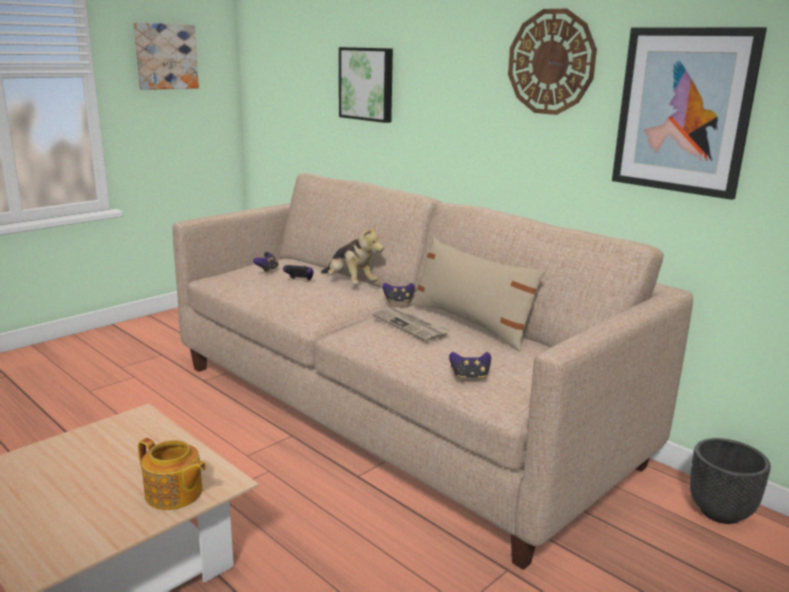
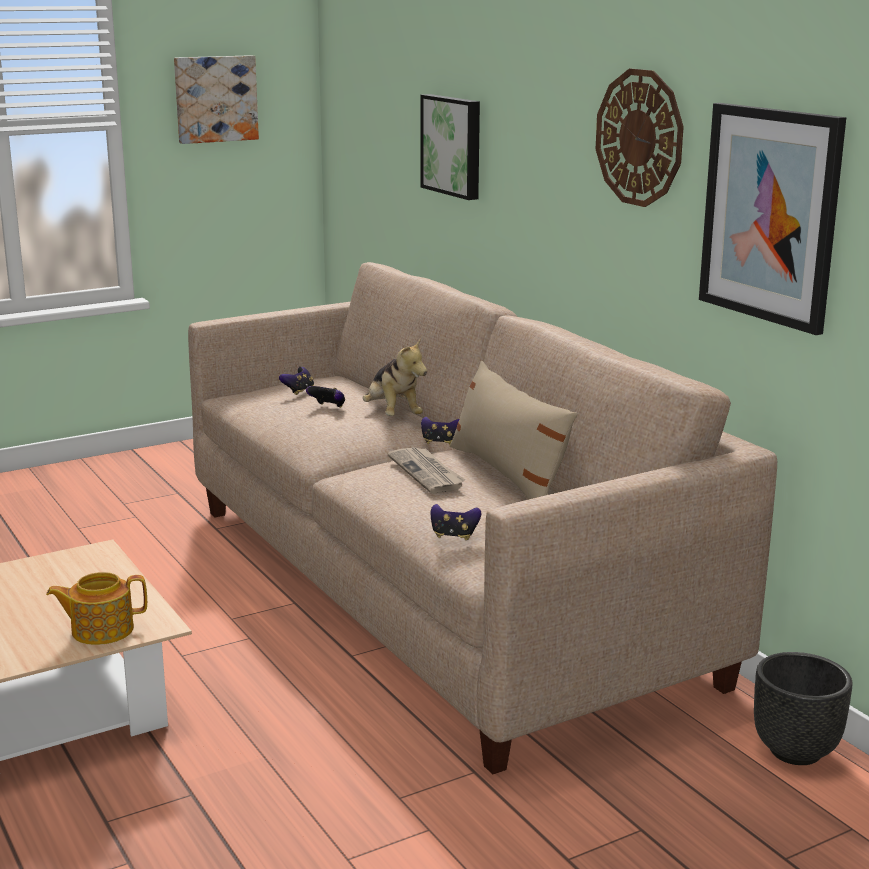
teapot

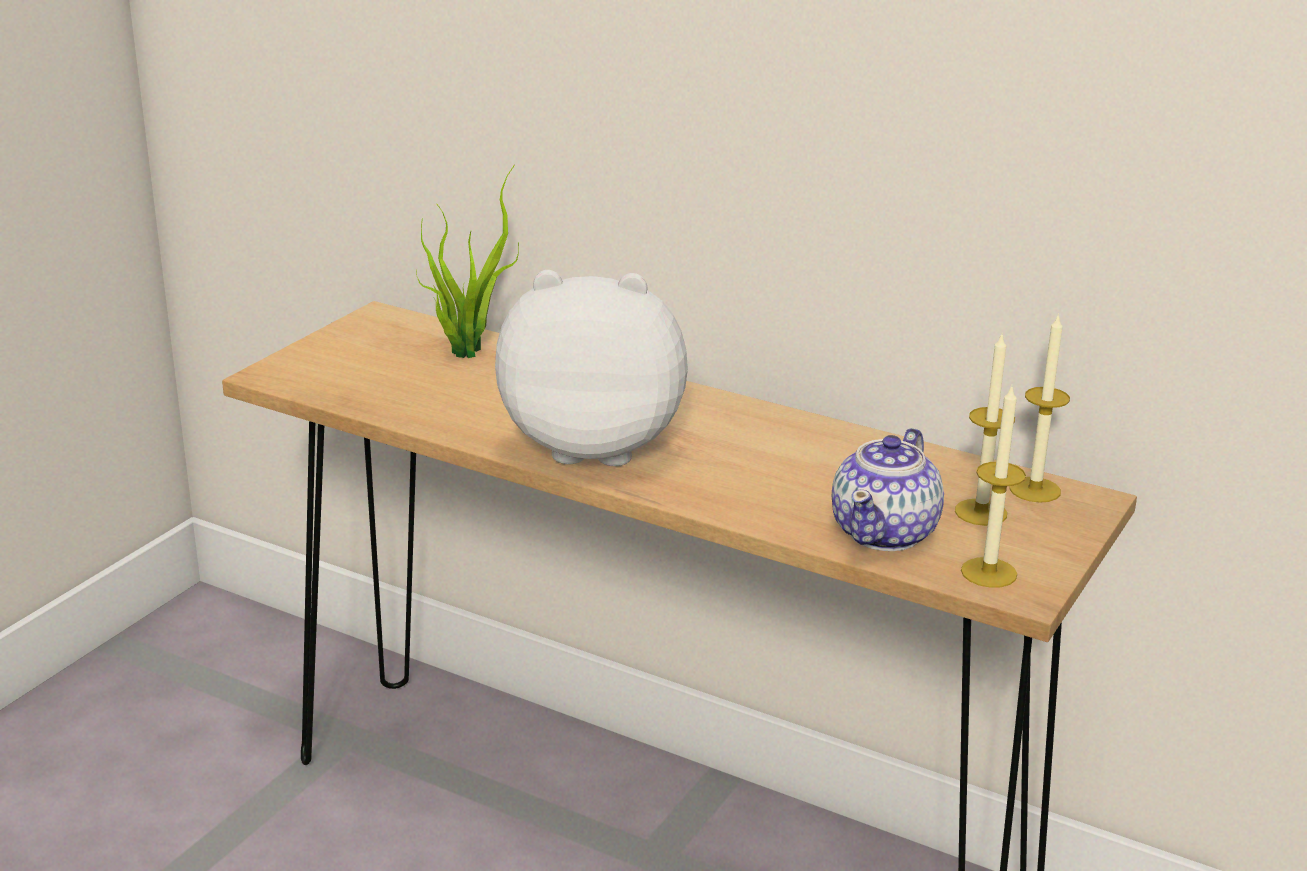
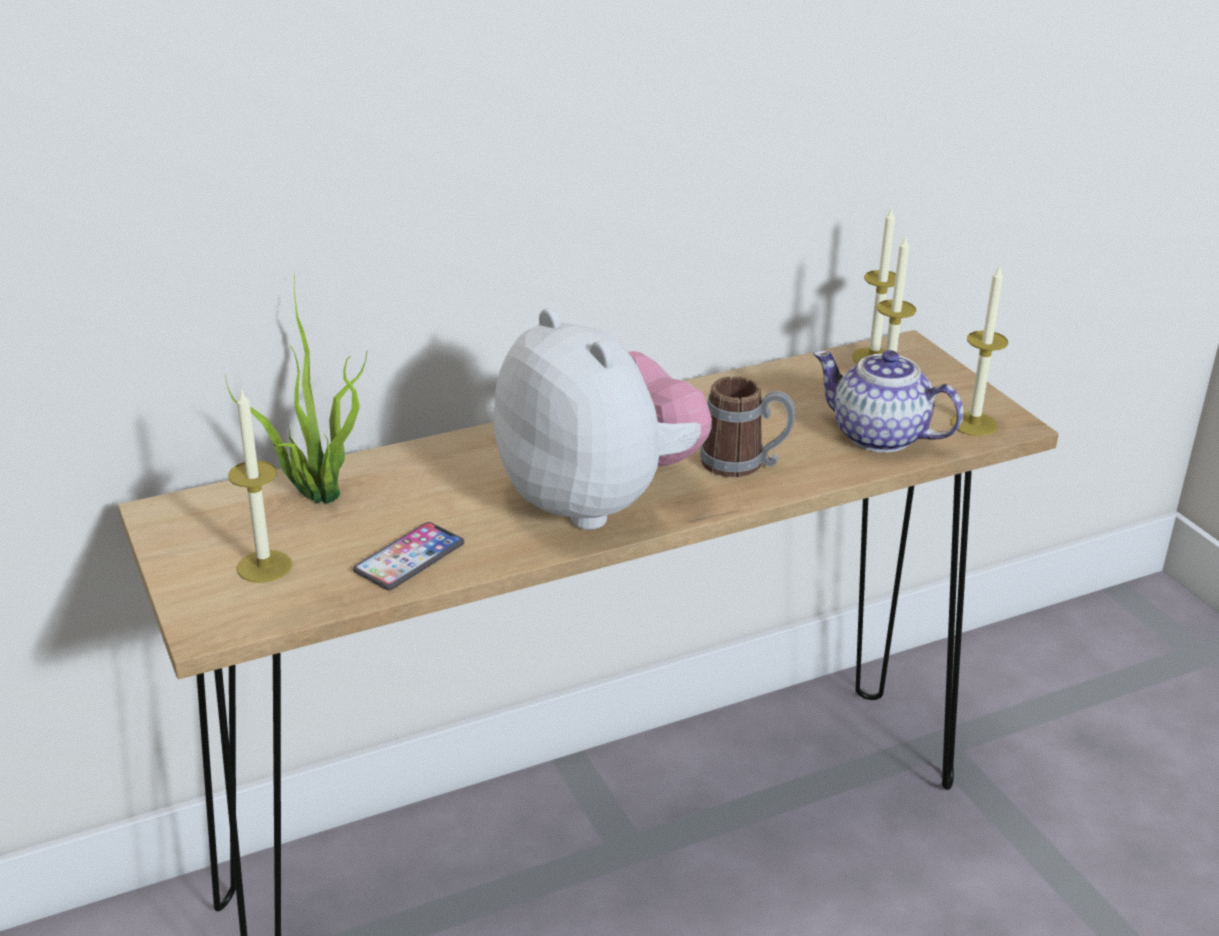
cuddly toy; teapot; tea mug; candle (1st from left); phone

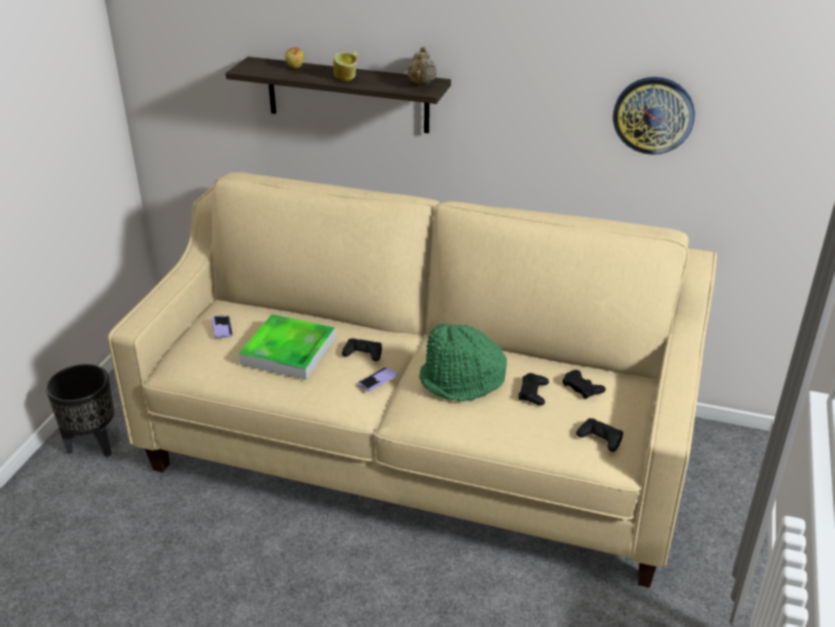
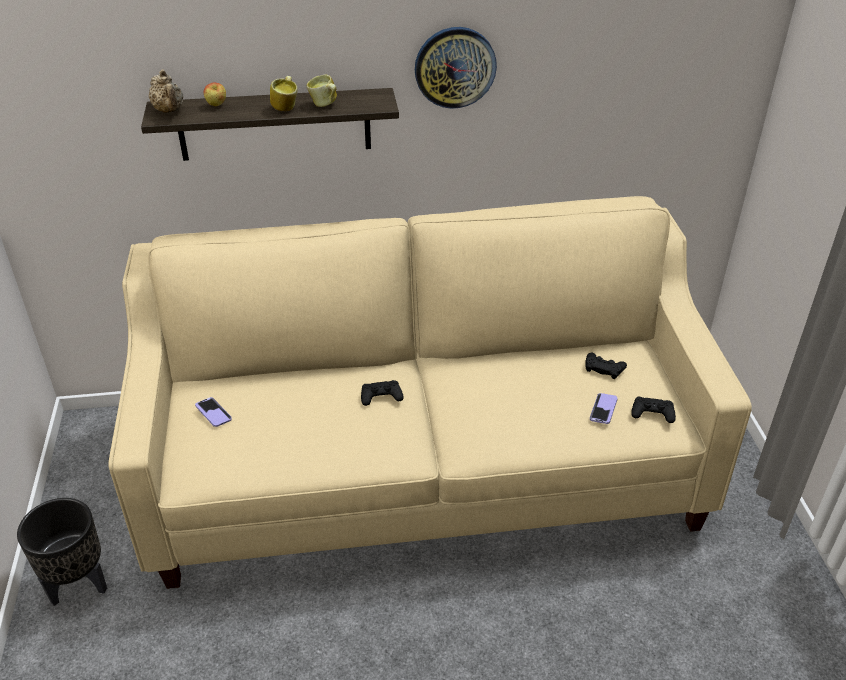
beige teapot; wall clock; serving tray; greenish wearable hat; phone (2nd from left); blackish game controller (2nd from left in the first image); tea mug (2nd from left)

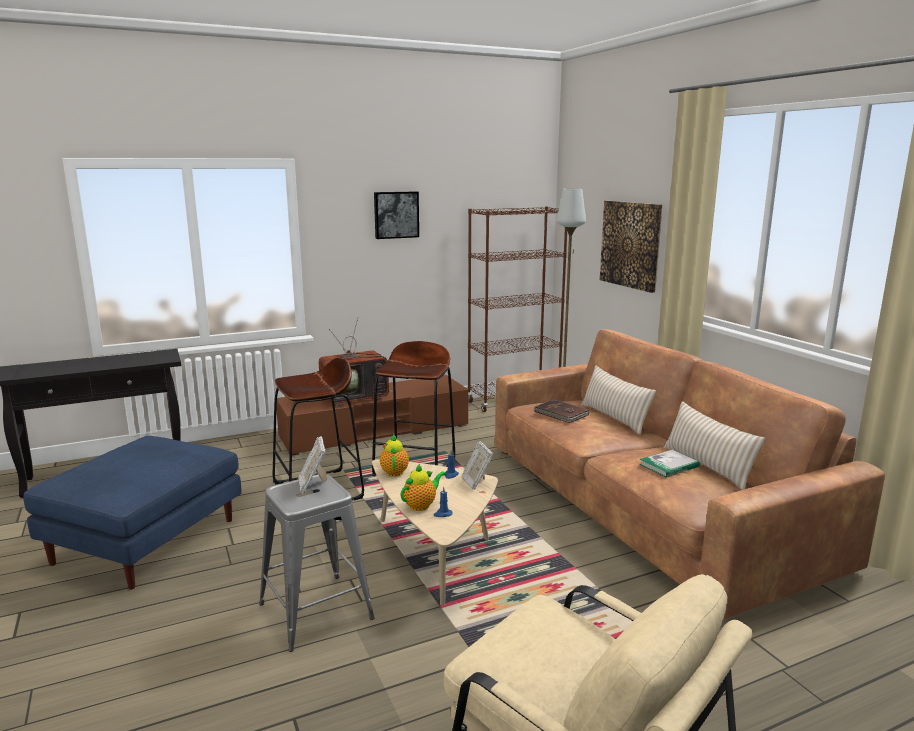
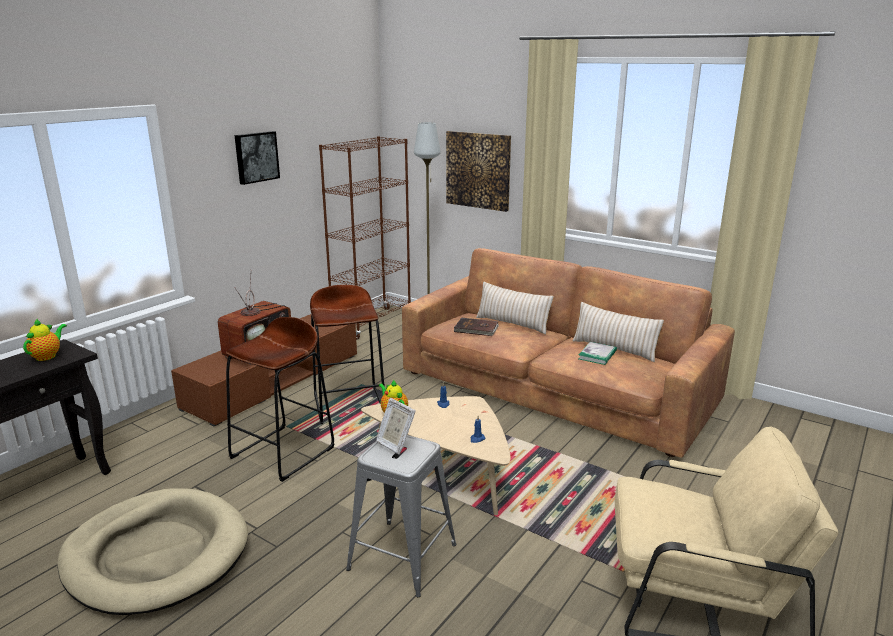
beige dog cushion; picture frame (2nd from left in the first image); teapot (1st from left)

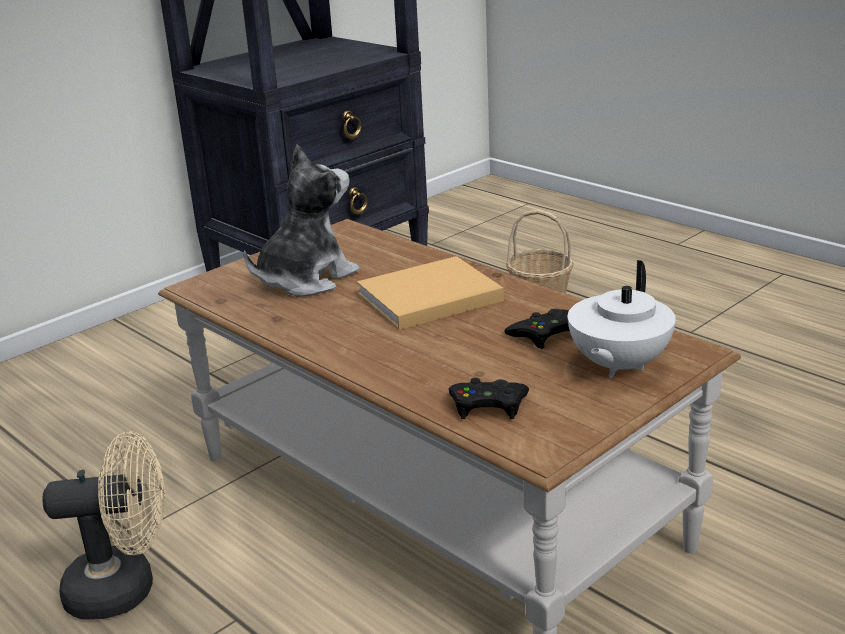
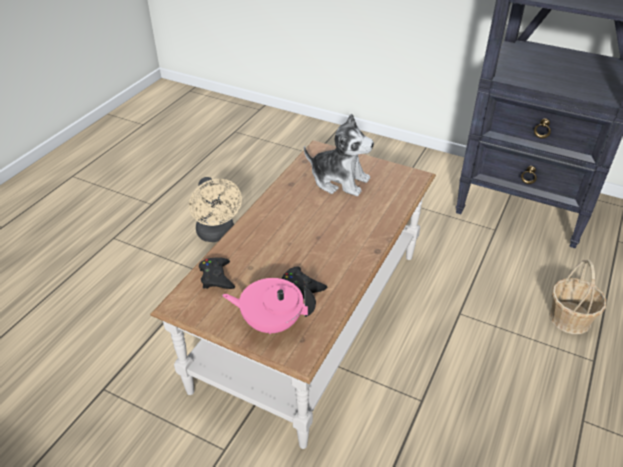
beige volume; pink teapot

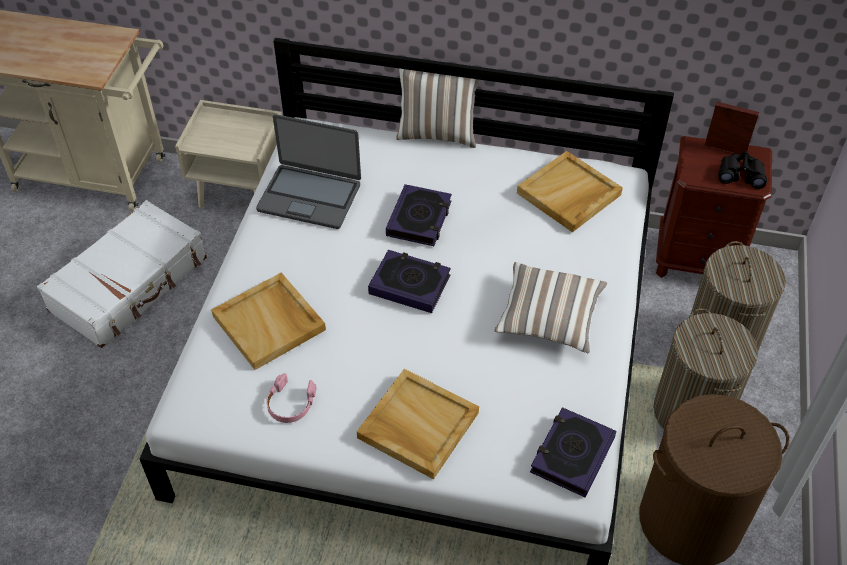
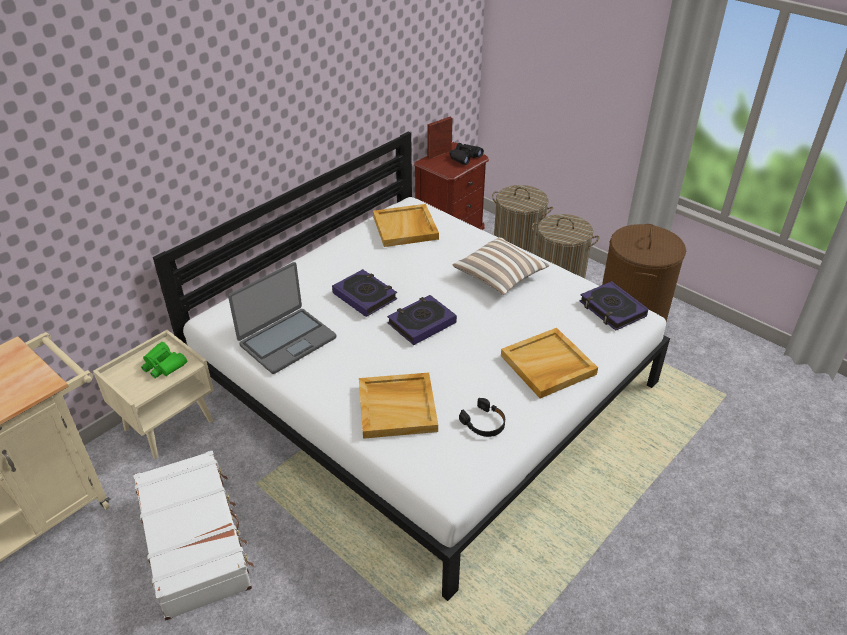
cushion (1st from left in the first image); blackish headphones; greenish pair of binoculars

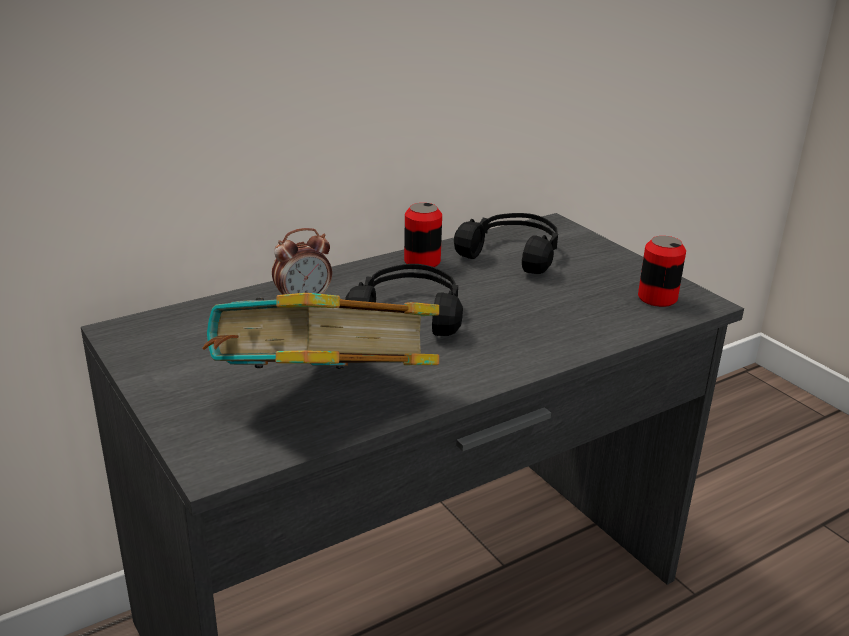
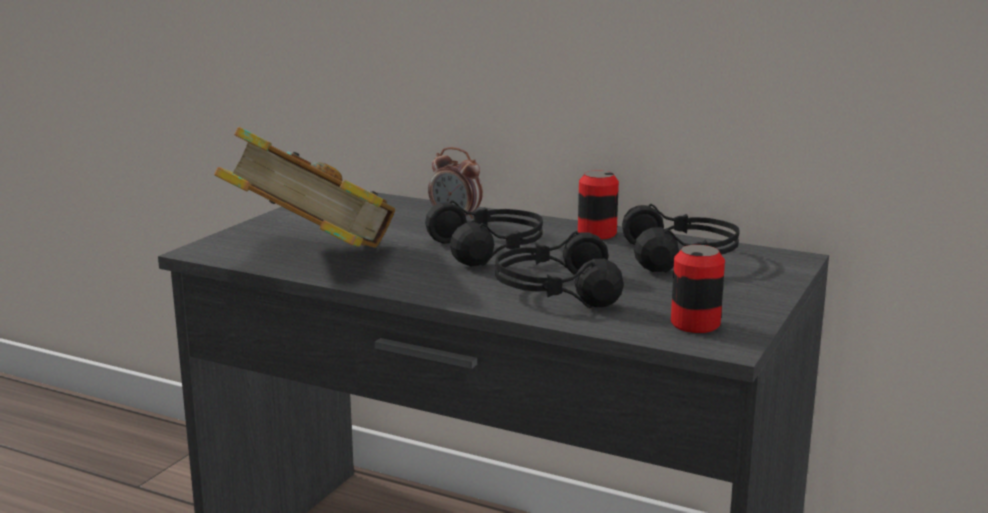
blackish headphones (2nd from left)

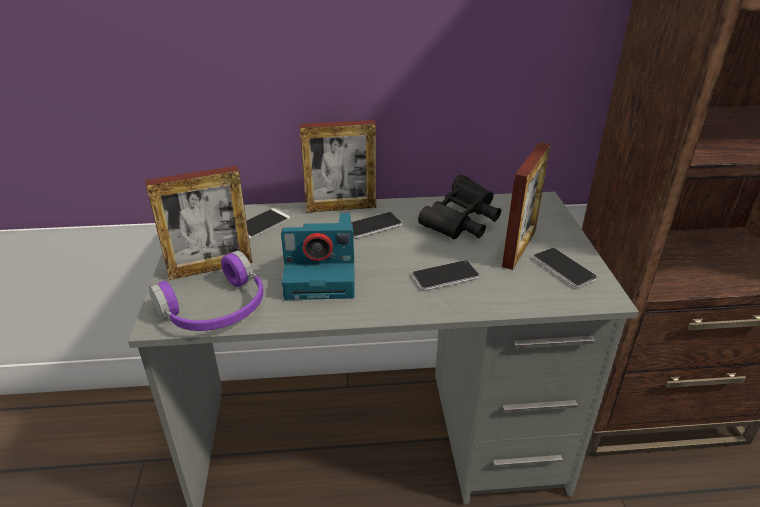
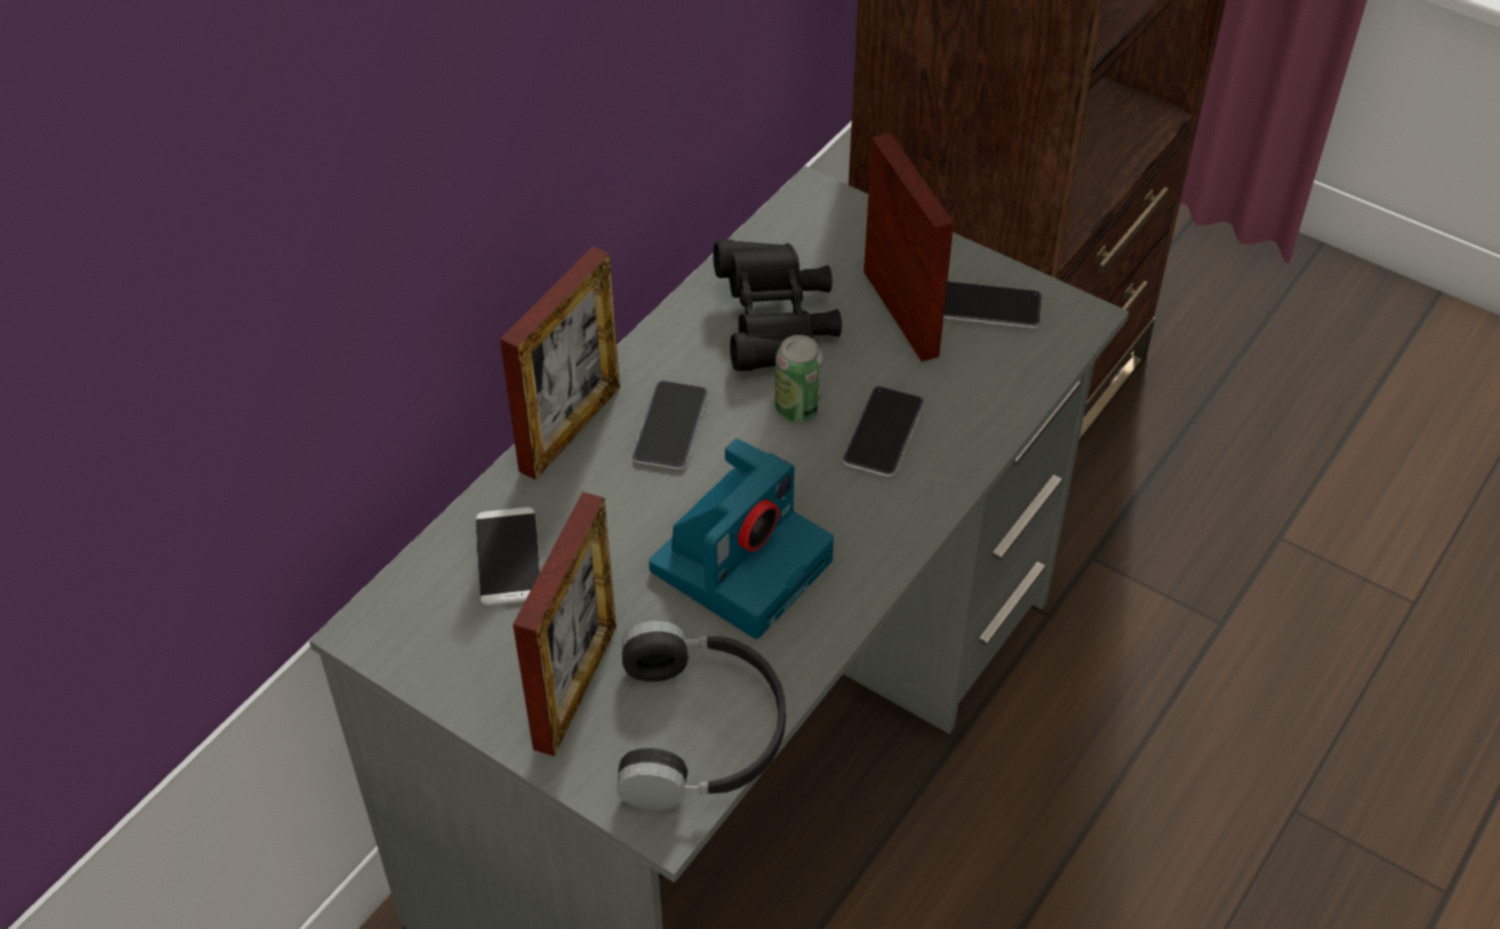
blackish headphones; can

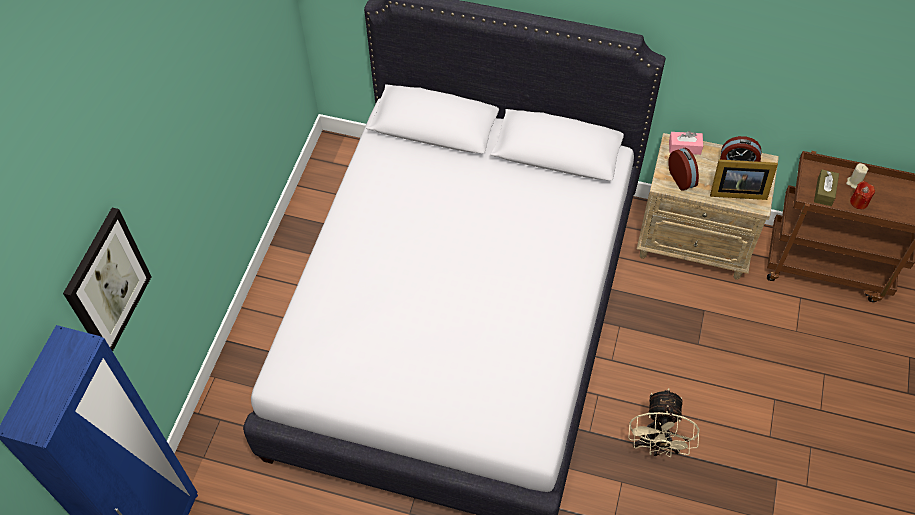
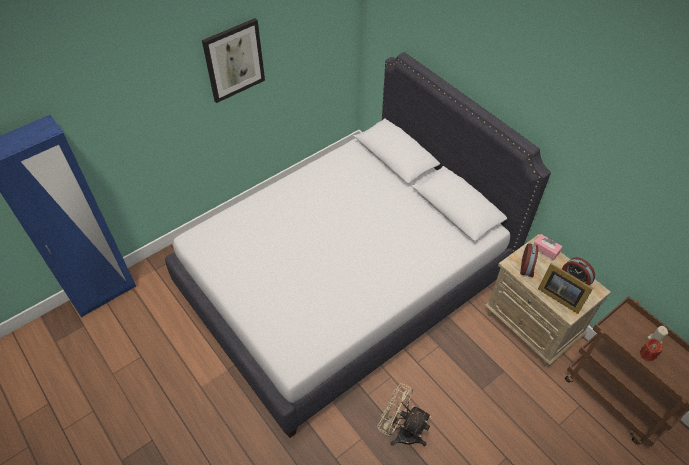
brown box of tissues; picture; beige fan

